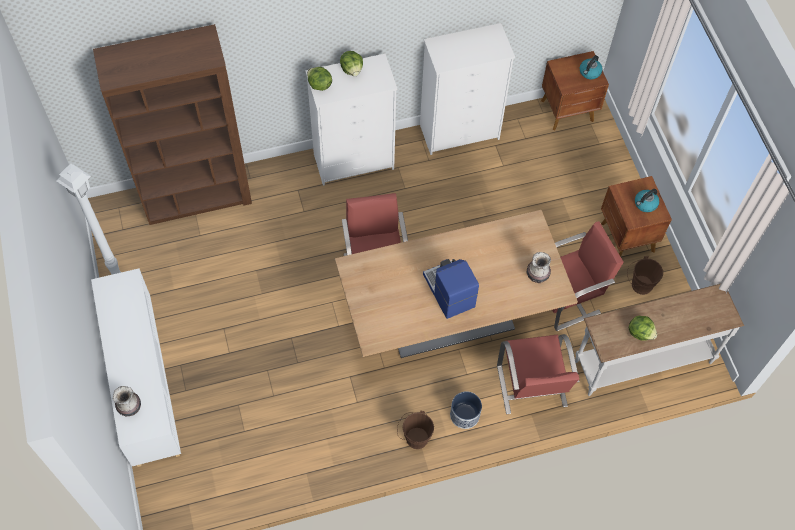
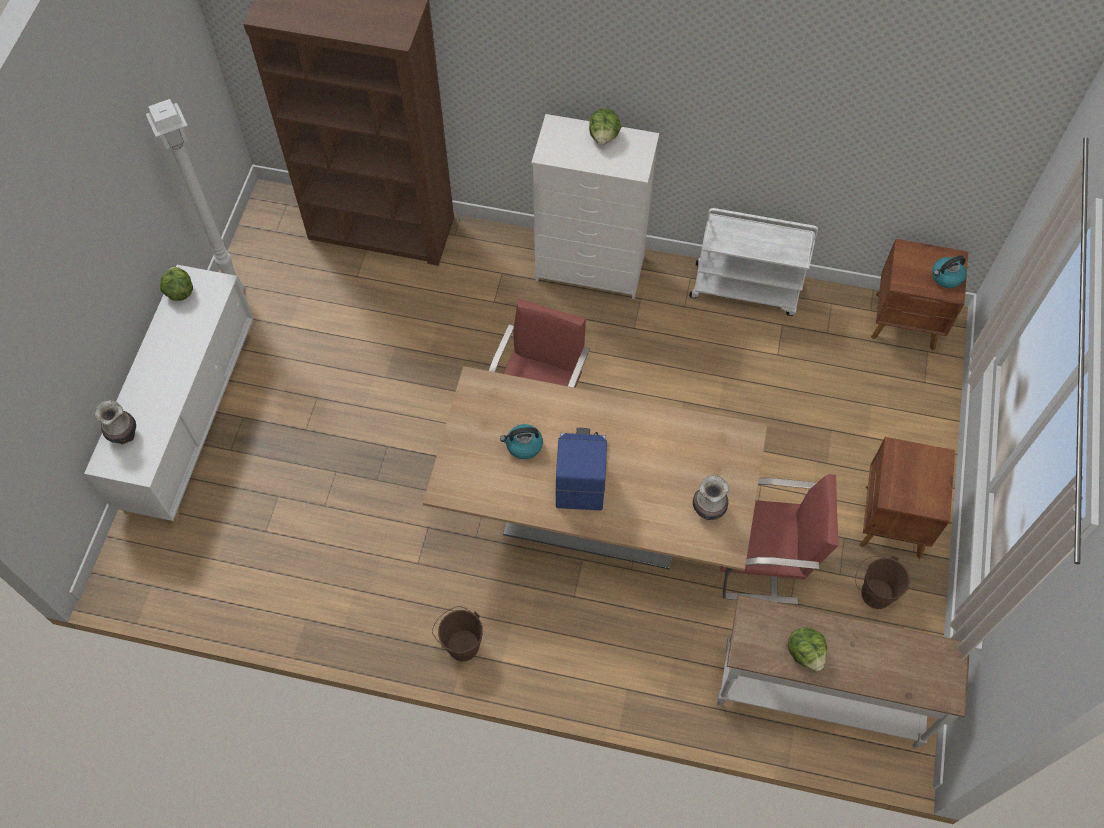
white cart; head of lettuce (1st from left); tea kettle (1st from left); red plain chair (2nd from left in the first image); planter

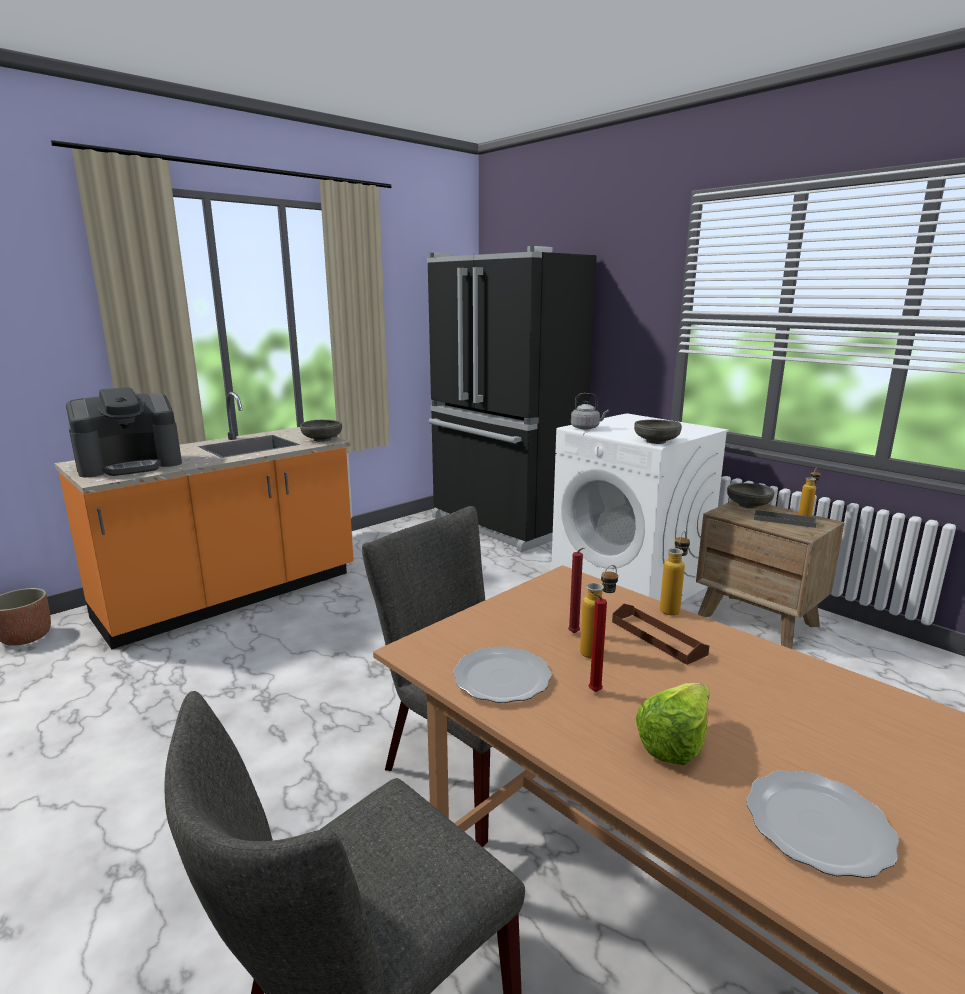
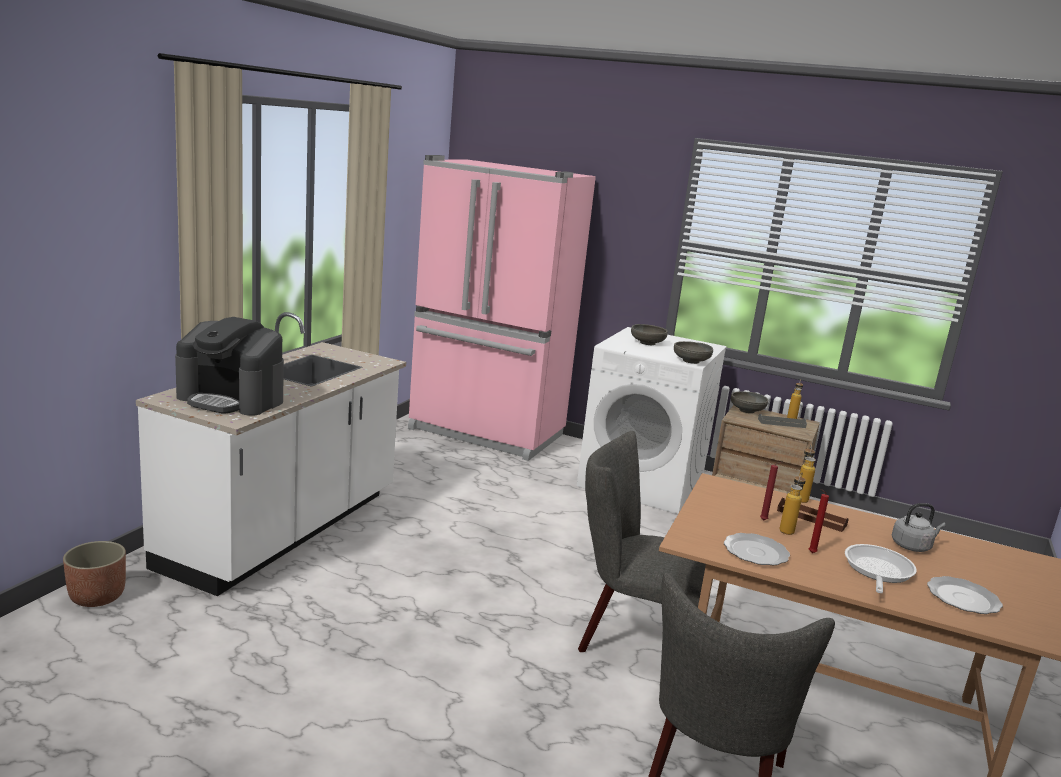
pink kitchen fridge; coffee maker; white kitchen counter; grey tea kettle; grey serving bowl (1st from left); skillet

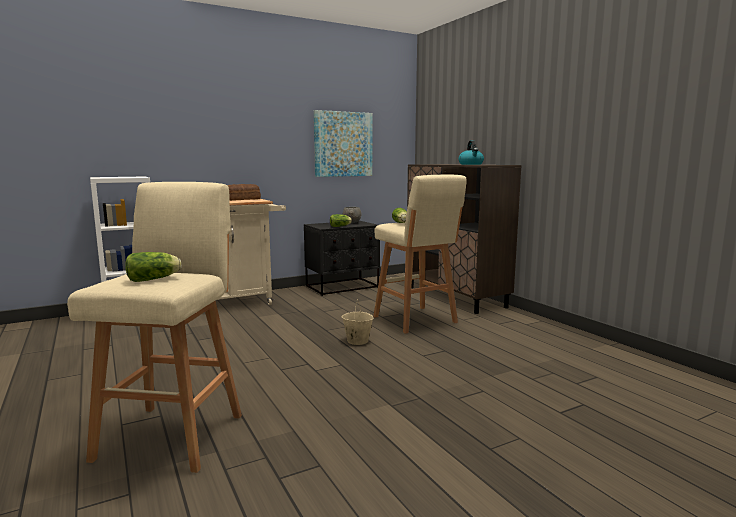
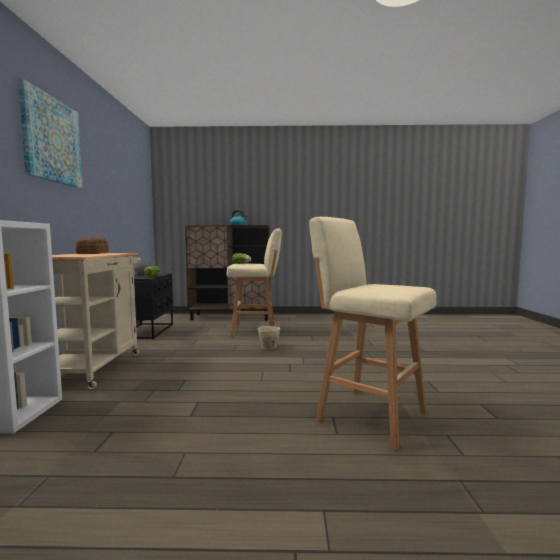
picture; head of lettuce (1st from left in the first image)

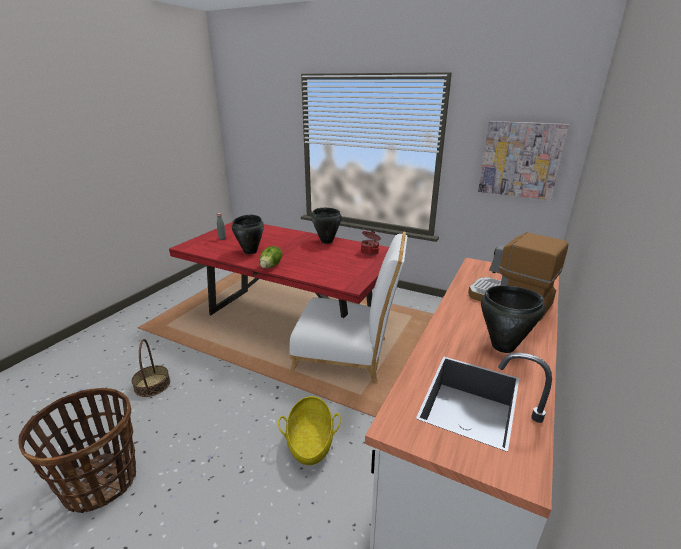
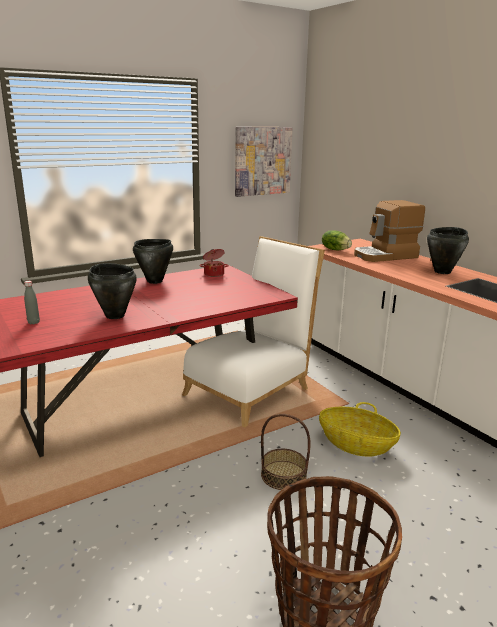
head of lettuce; basket (1st from left)

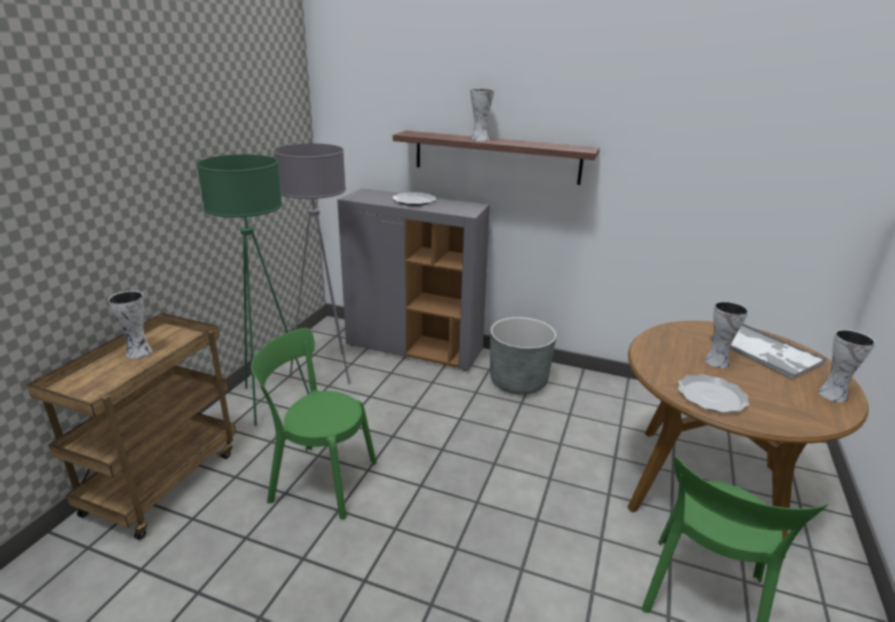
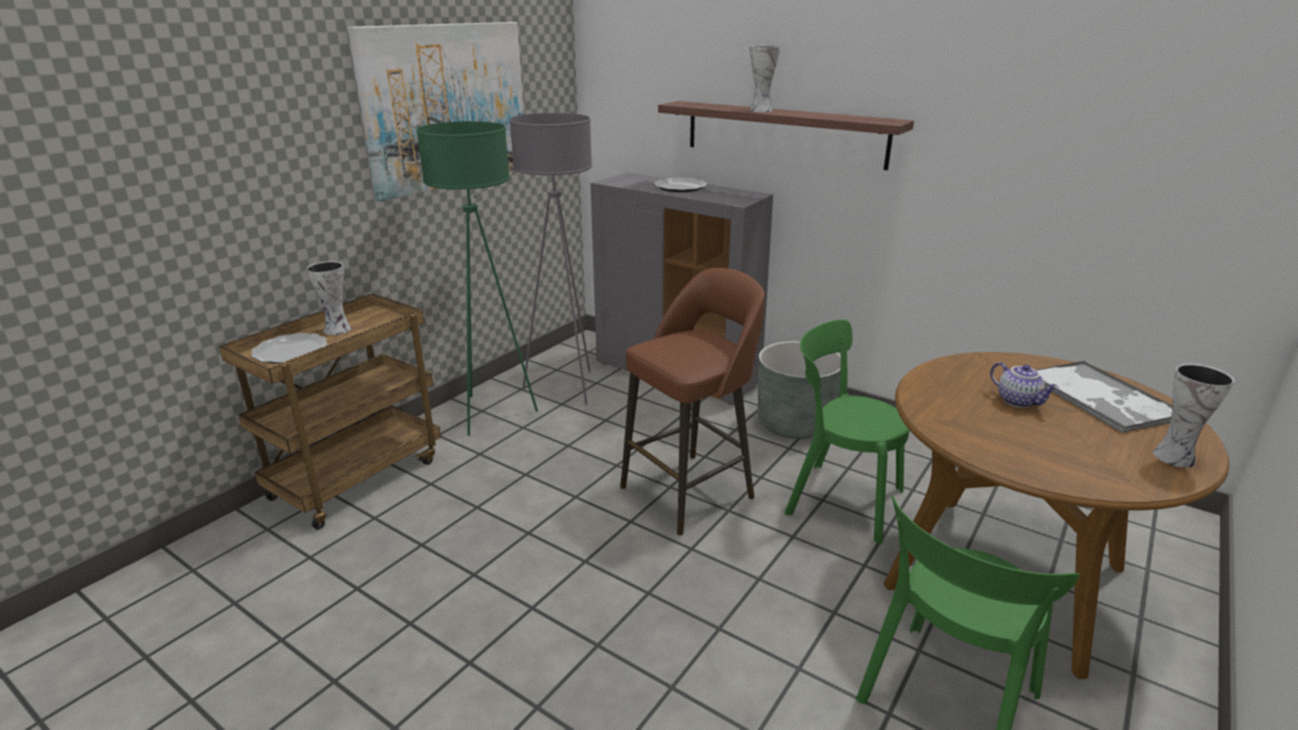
teapot; greenish plain chair (1st from left); dinner plate (1st from left); picture; brown sitting stool

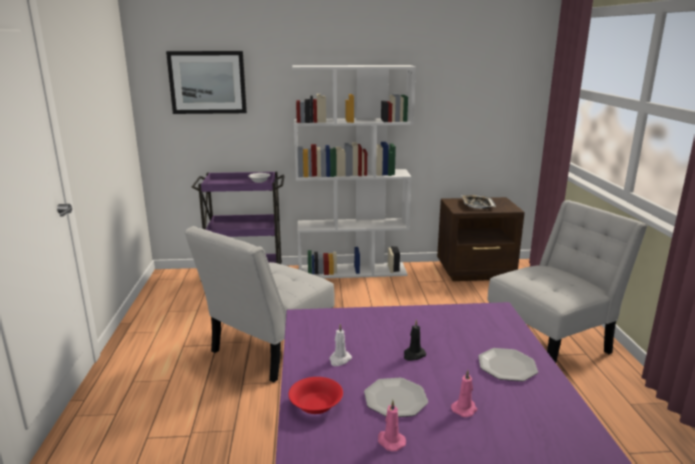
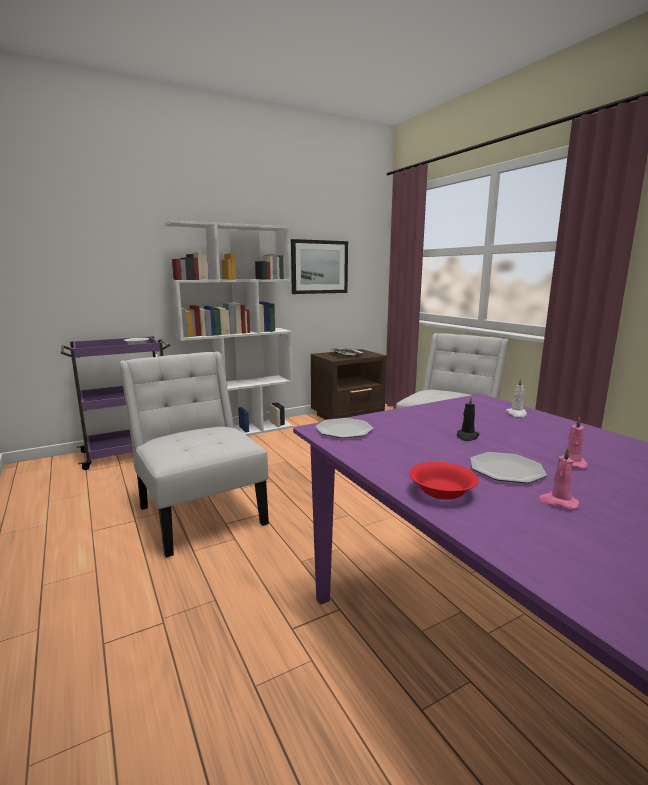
picture; white plain chair (1st from left); white candle; dinner plate (1st from left)

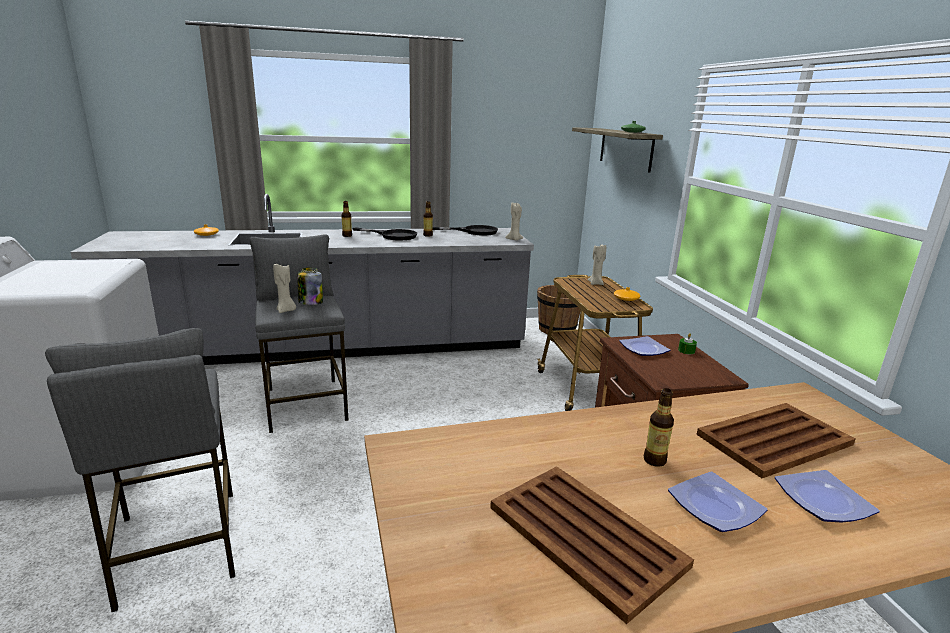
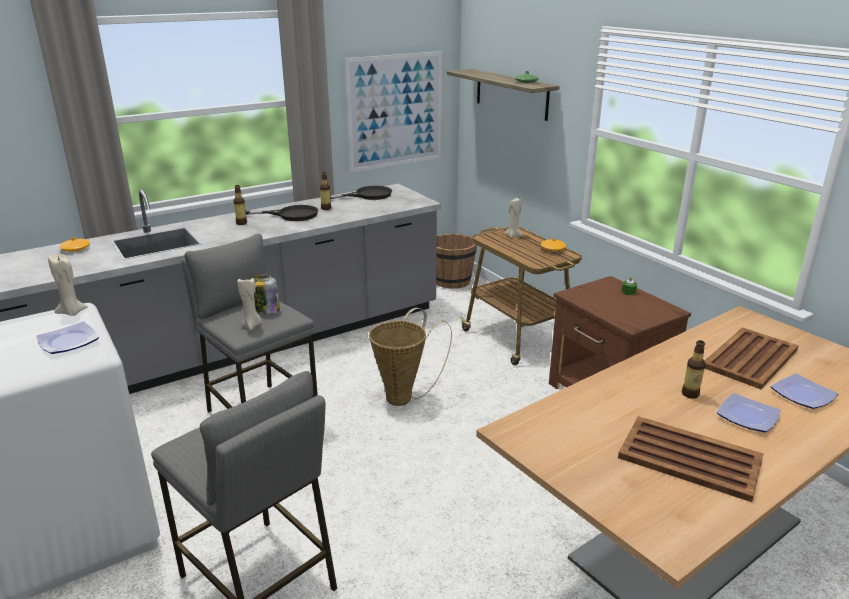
beige candle (1st from left); dinner plate (1st from left); picture; basket

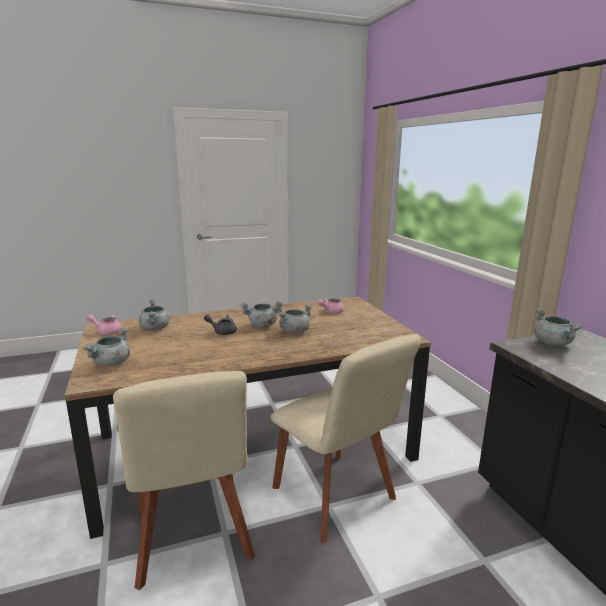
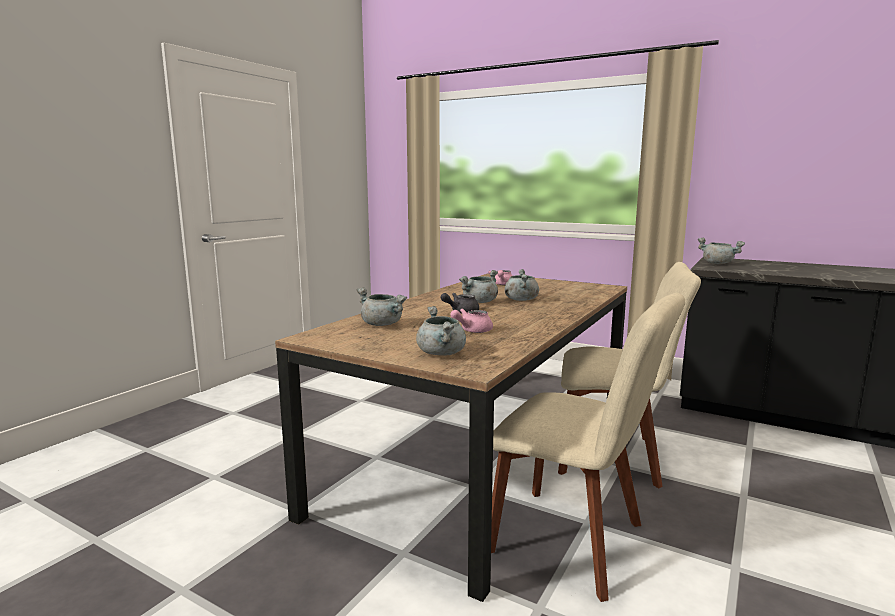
pink teapot (1st from left)

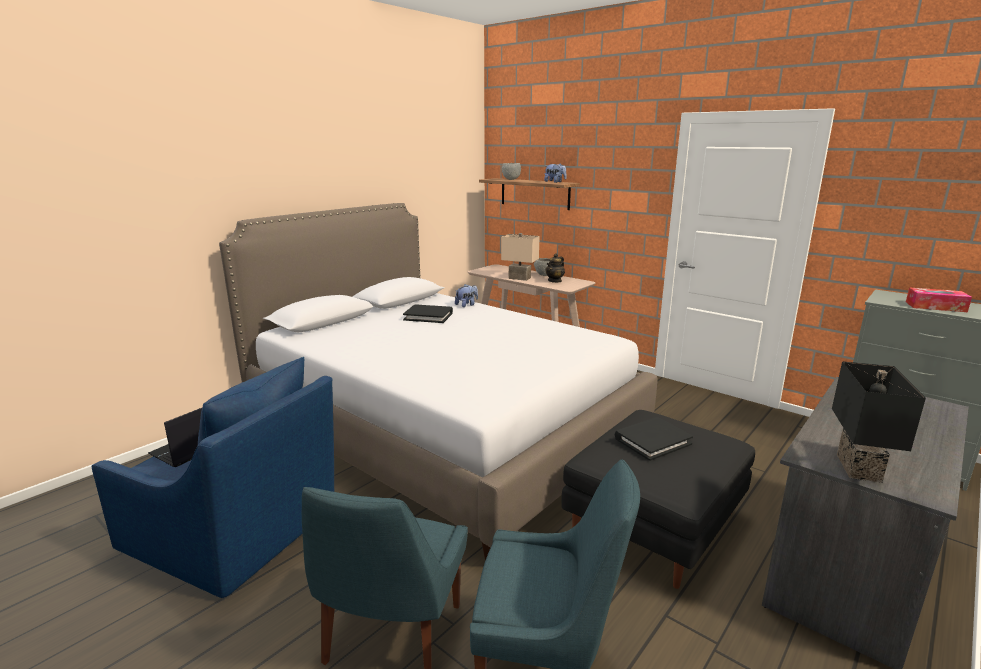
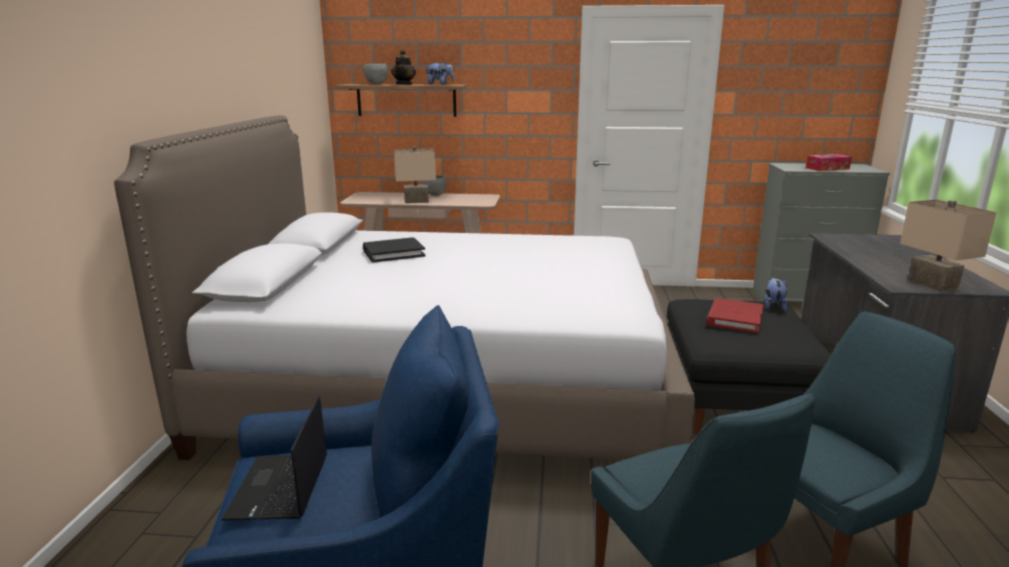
teapot; cuddly toy (2nd from left); beige table lamp (2nd from left); red volume

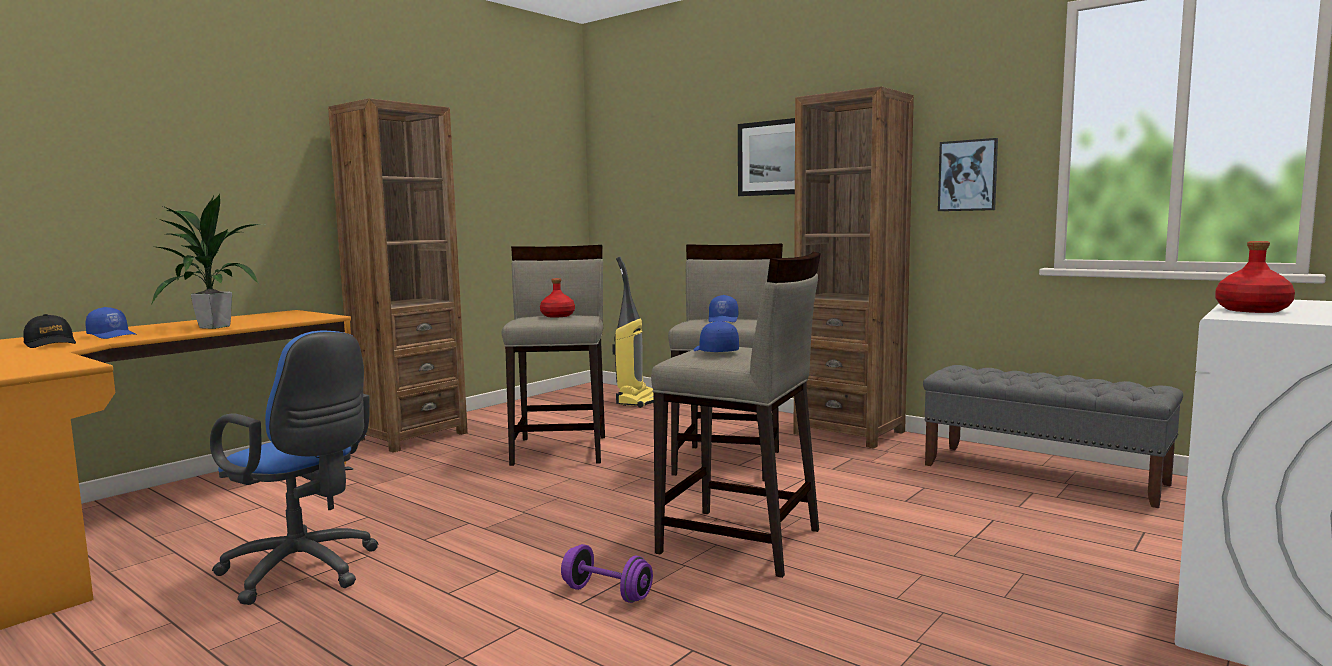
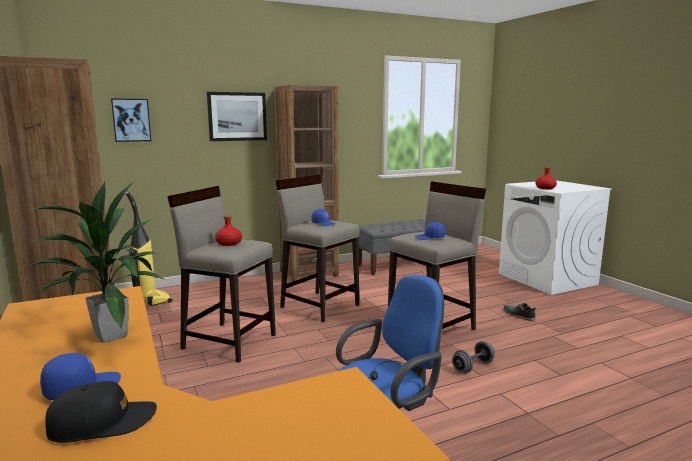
picture (1st from left); grey free weight; low shoe

